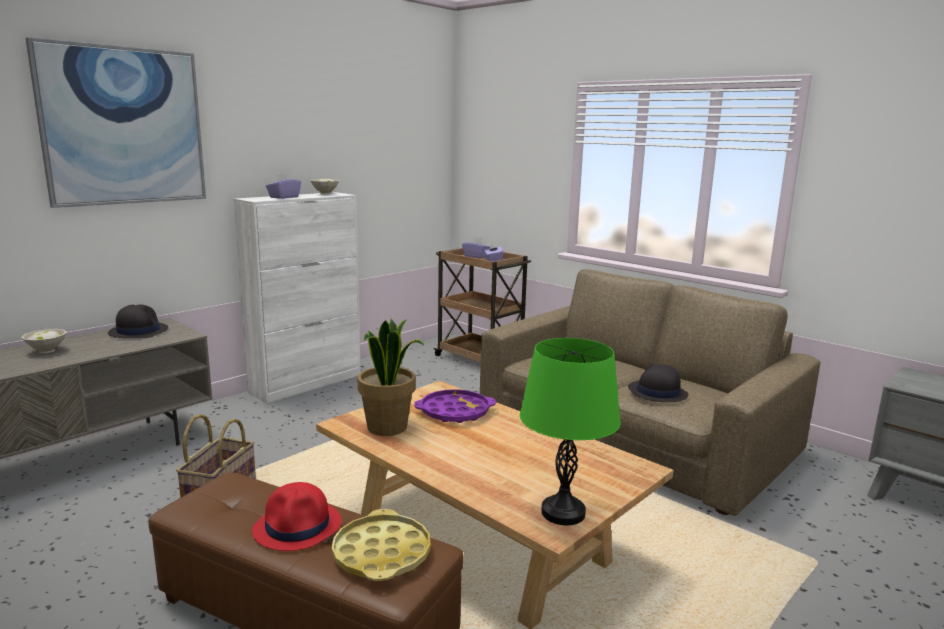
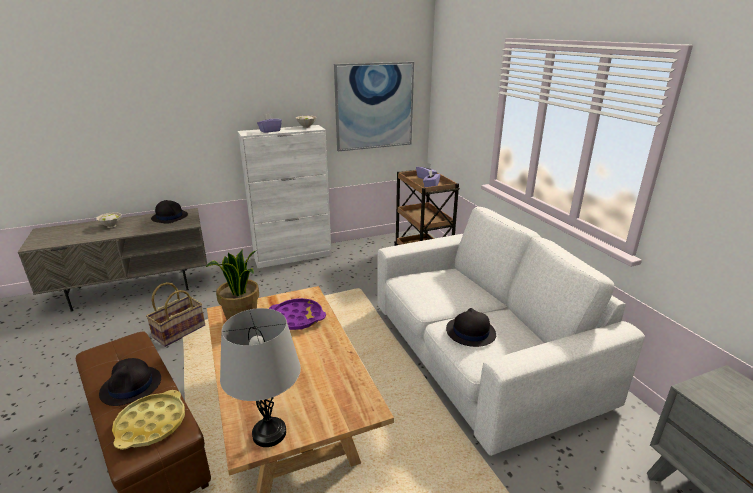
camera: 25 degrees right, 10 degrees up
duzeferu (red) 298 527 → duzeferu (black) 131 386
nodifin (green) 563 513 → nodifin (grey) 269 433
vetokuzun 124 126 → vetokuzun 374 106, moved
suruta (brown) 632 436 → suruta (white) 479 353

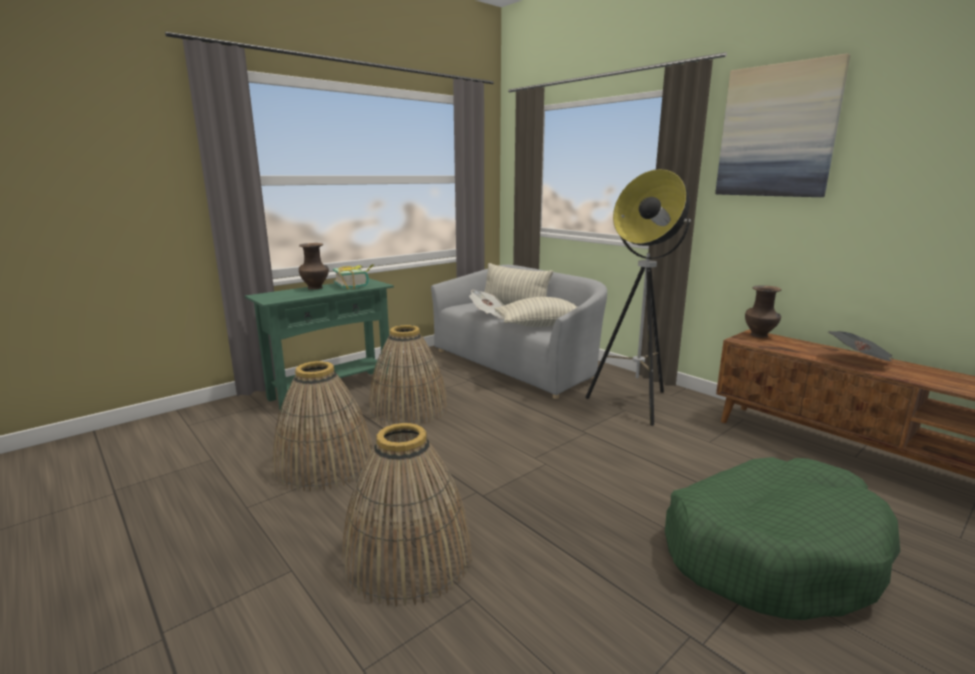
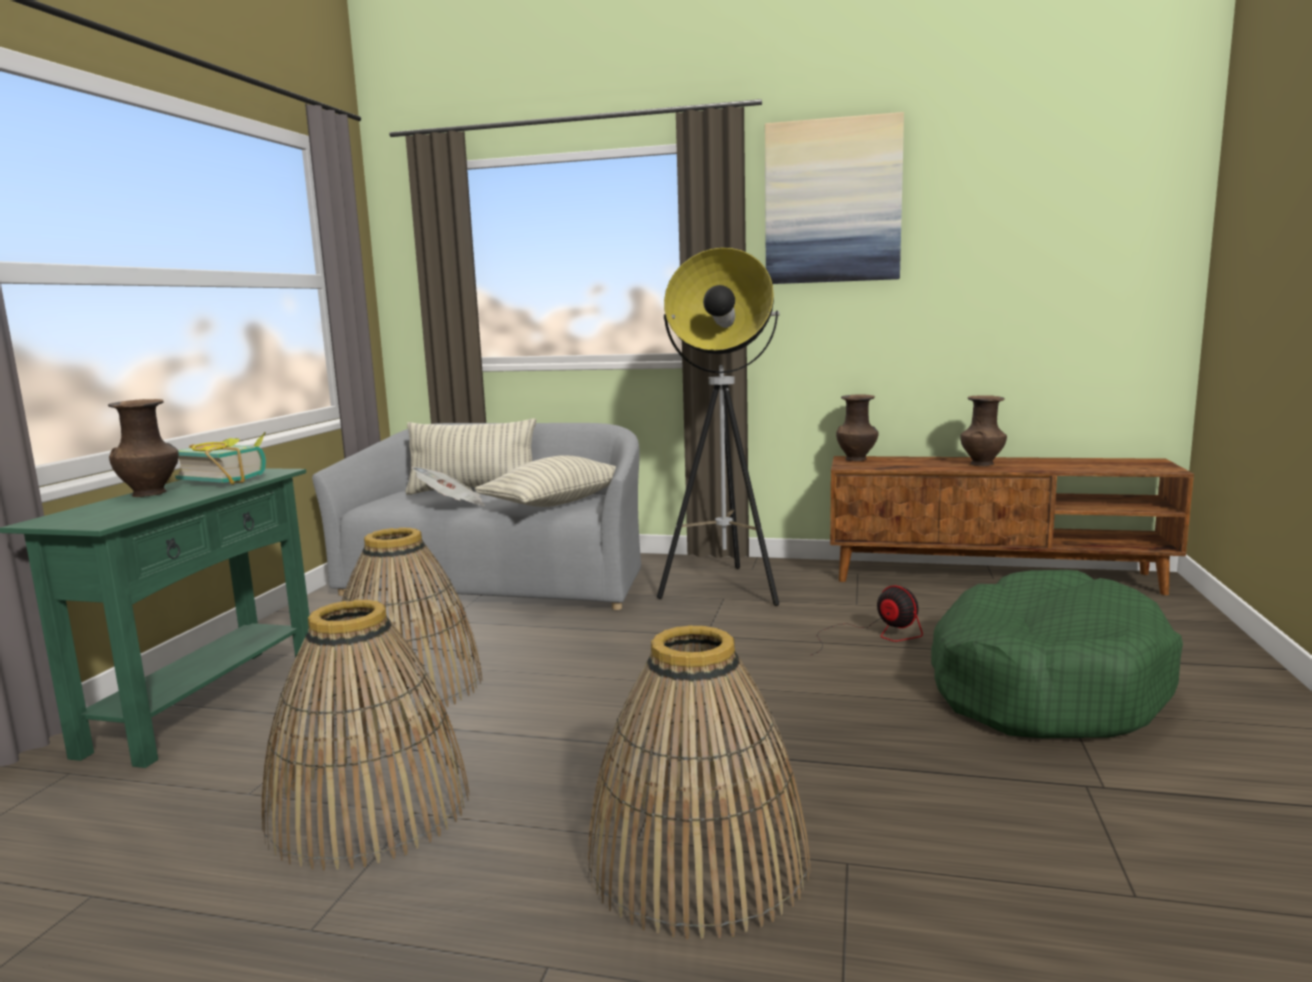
camera: 35 degrees left, 5 degrees down
- → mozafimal 873 635
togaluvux 860 361 → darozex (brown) 982 464

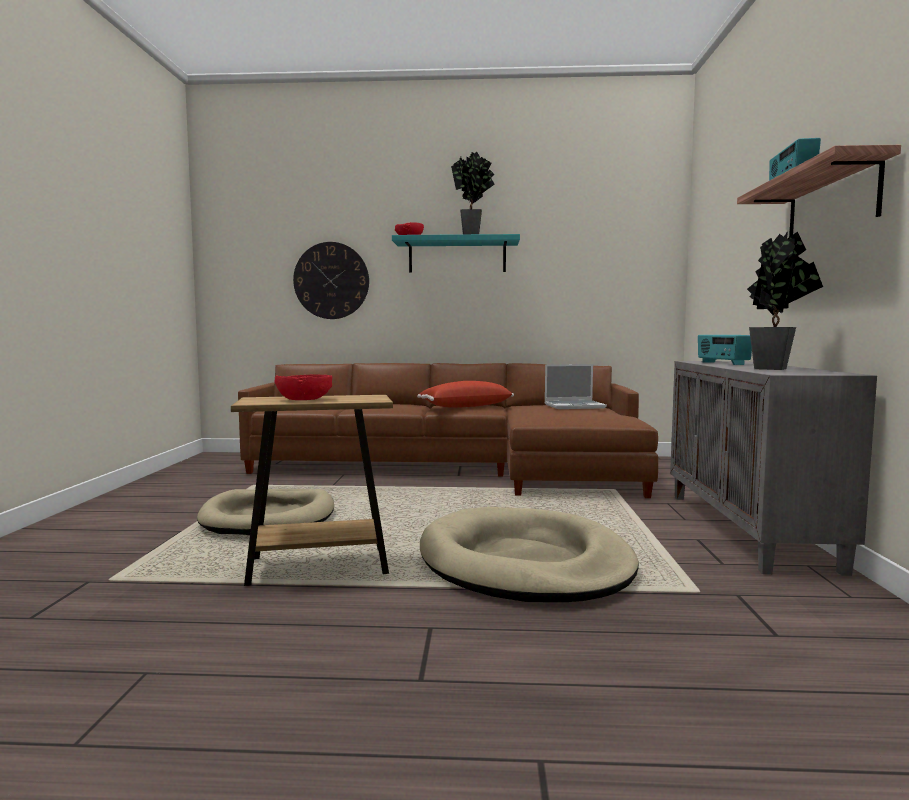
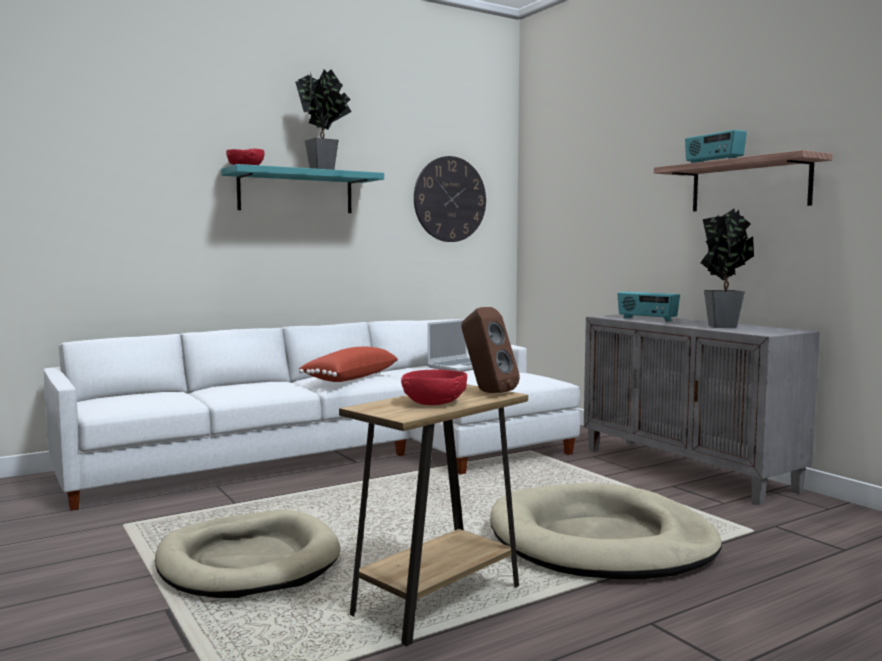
camera: 35 degrees left, 0 degrees up
suruta (brown) 460 469 → suruta (white) 342 454
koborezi 331 280 → koborezi 450 199, moved
- → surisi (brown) 486 392

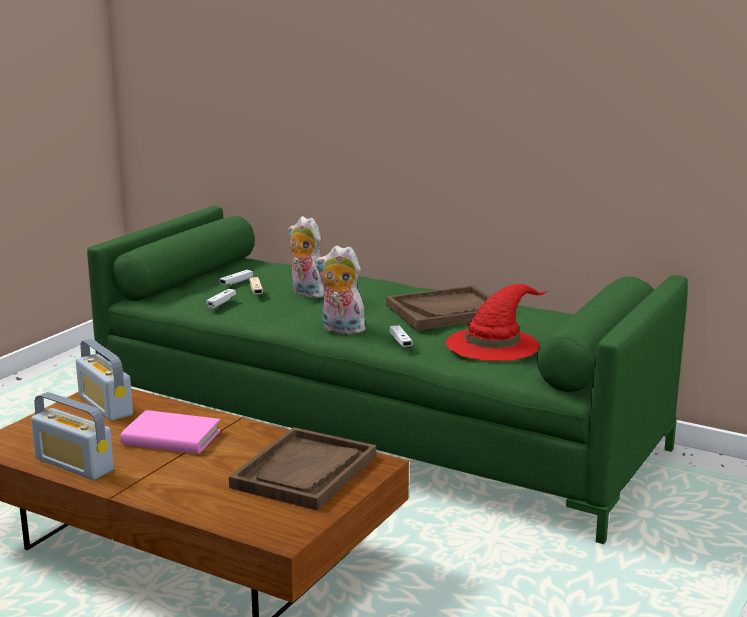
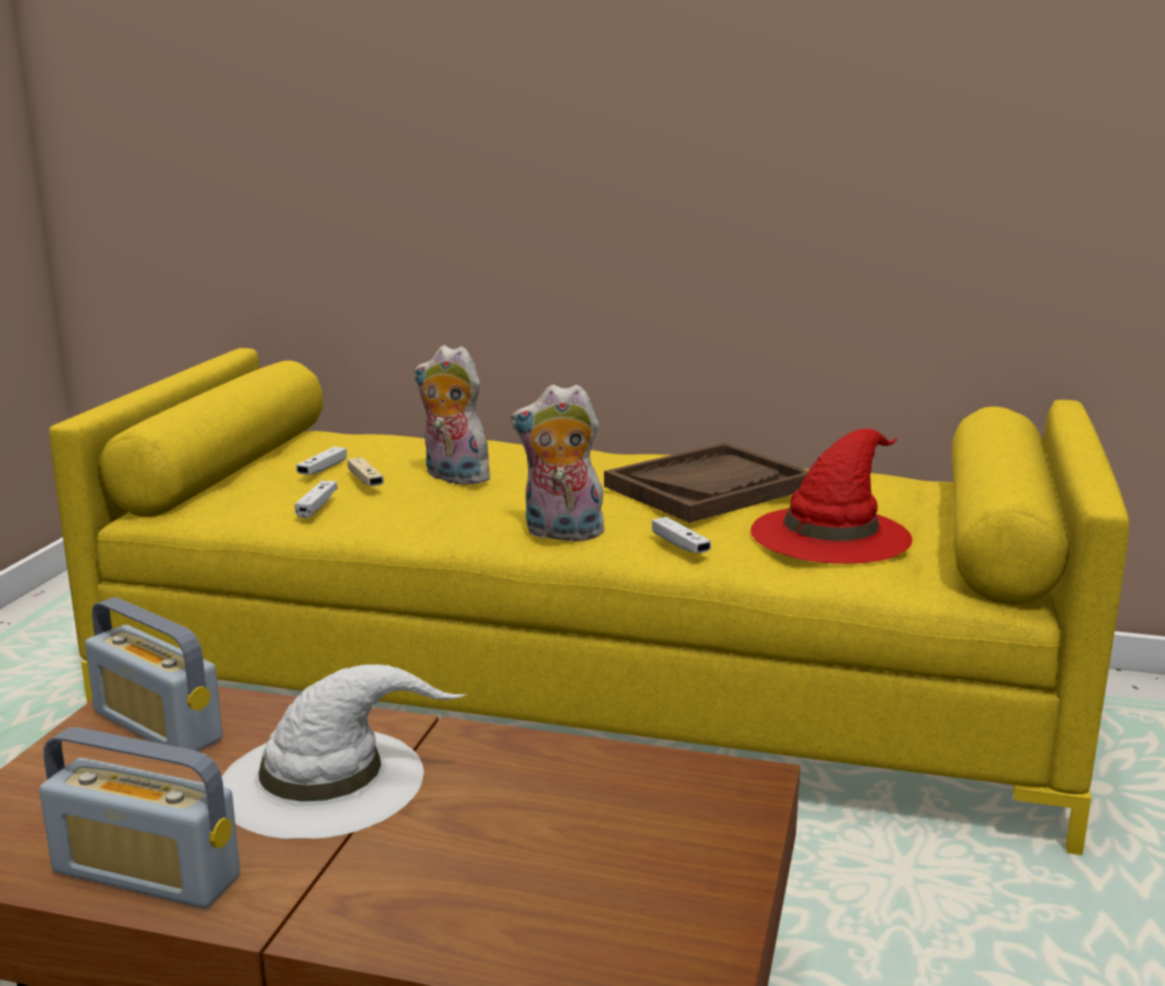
camera: 15 degrees left, 0 degrees up
suruta (green) 374 427 → suruta (yellow) 584 690
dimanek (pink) 171 438 → duzeferu (white) 325 780
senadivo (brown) 304 472 → -

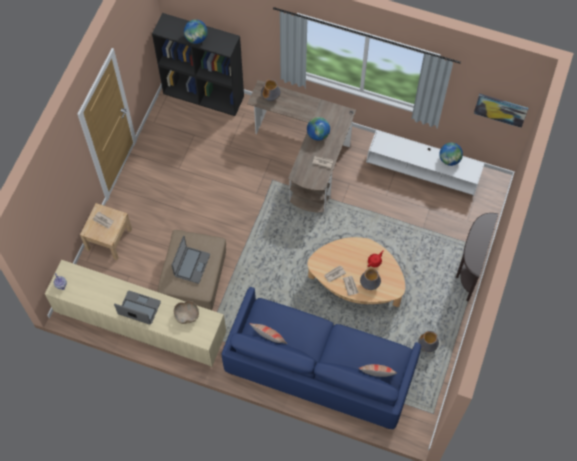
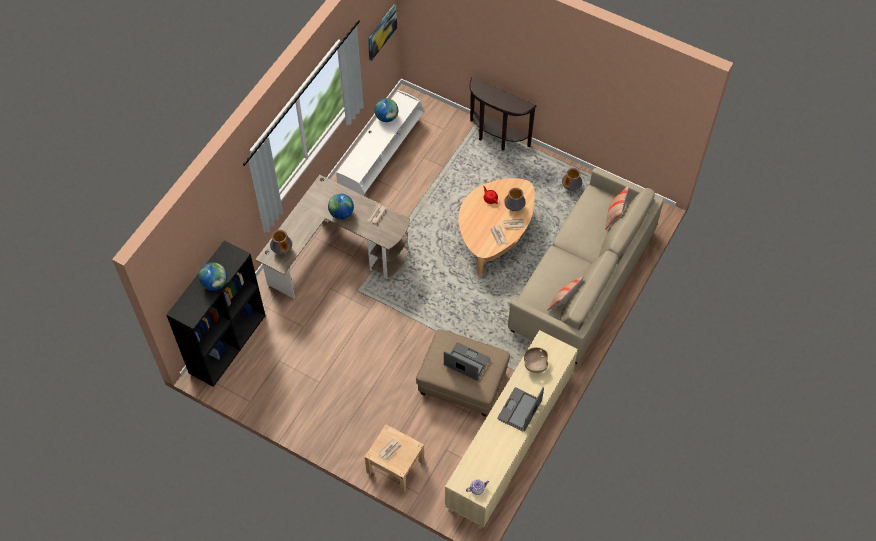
camera: 80 degrees left, 5 degrees down
suruta (blue) 319 369 → suruta (beige) 583 281

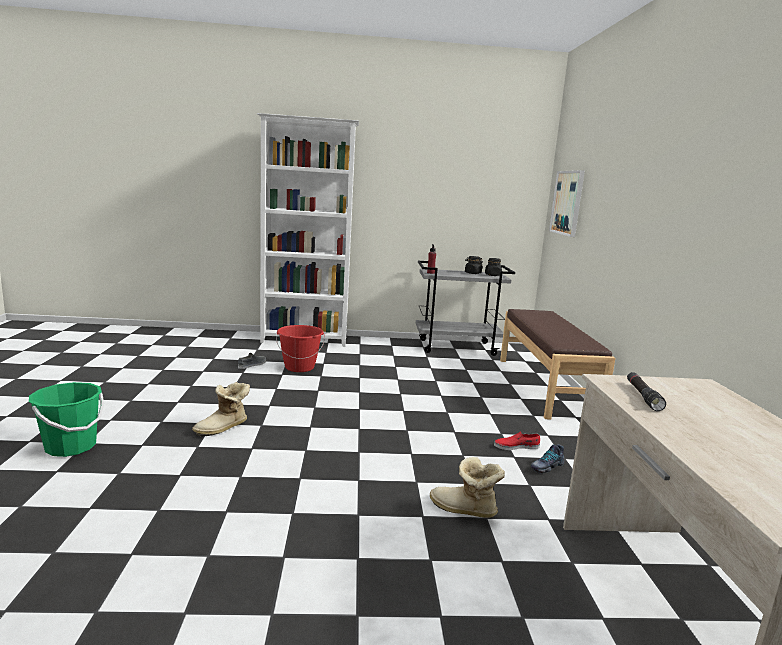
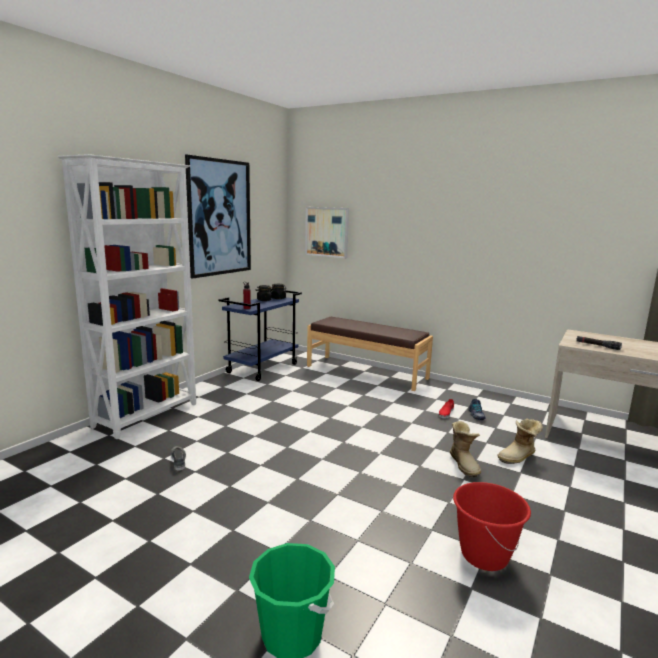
camera: 55 degrees left, 0 degrees up
- → vetokuzun 219 217
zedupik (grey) 457 347 → zedupik (blue) 262 368
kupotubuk 223 428 → kupotubuk 464 464, moved
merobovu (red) 299 367 → merobovu (red) 484 555, moved

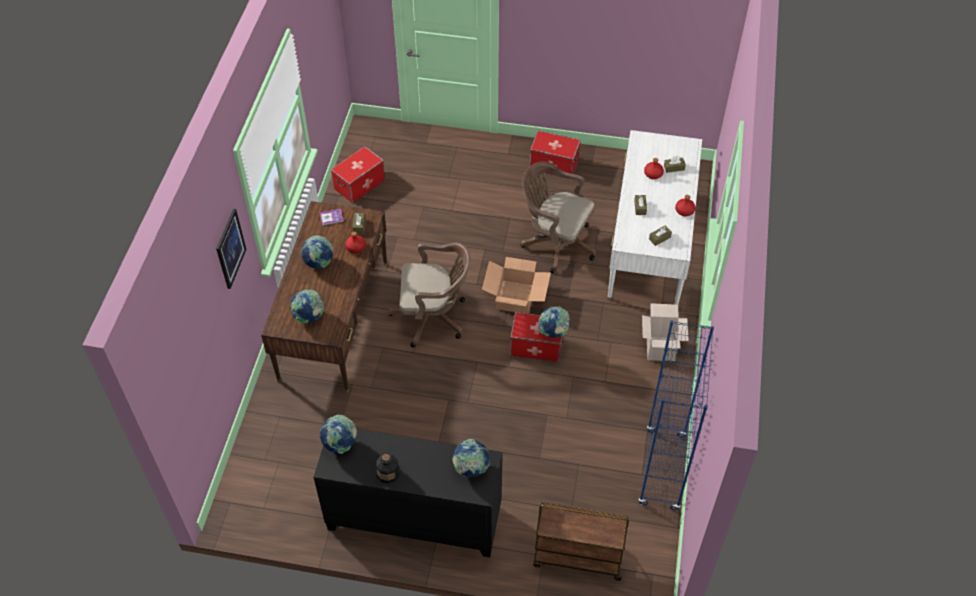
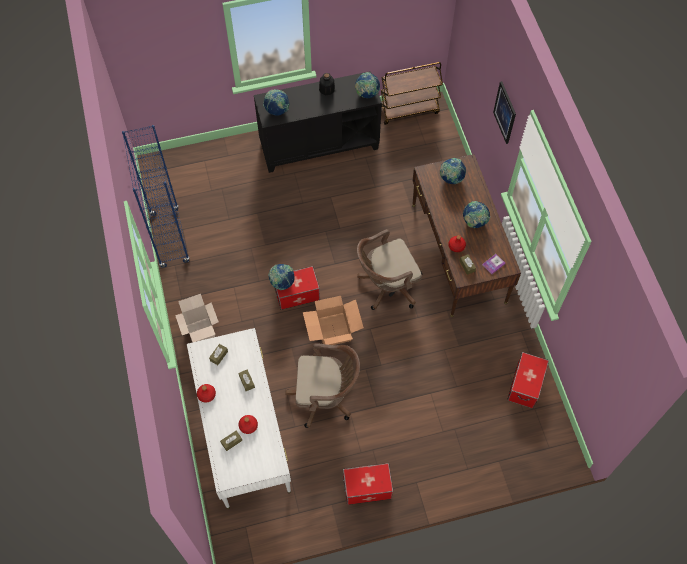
camera: 155 degrees right, 10 degrees up
zedupik (brown) 577 557 → zedupik (brown) 409 109, moved

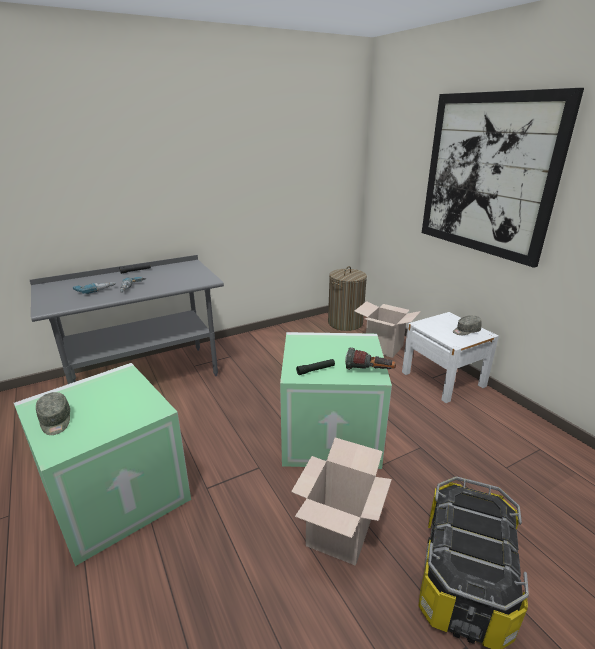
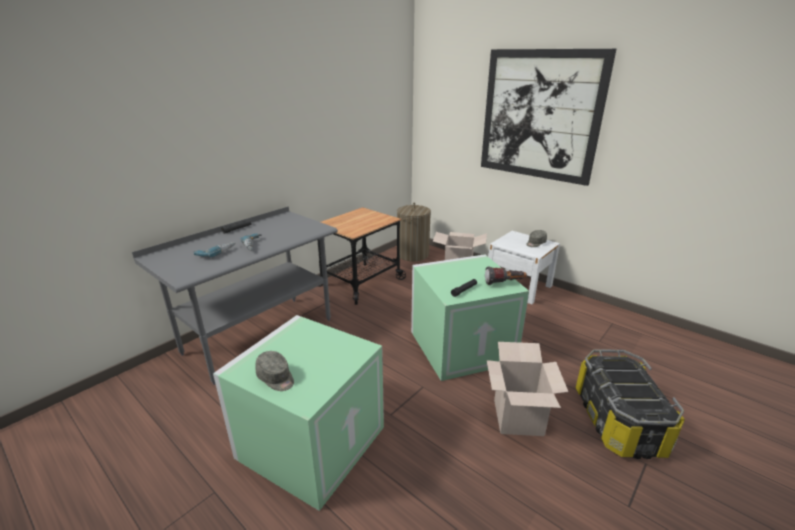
camera: 20 degrees left, 0 degrees up
- → zedupik 360 282

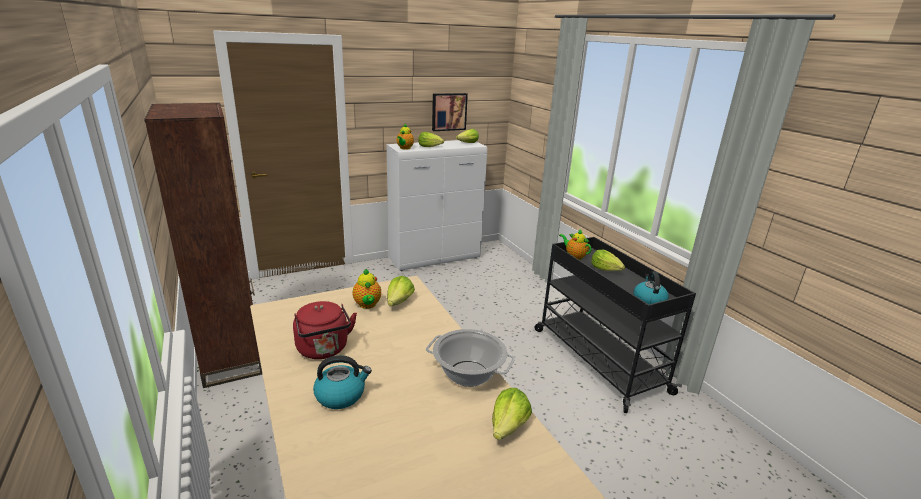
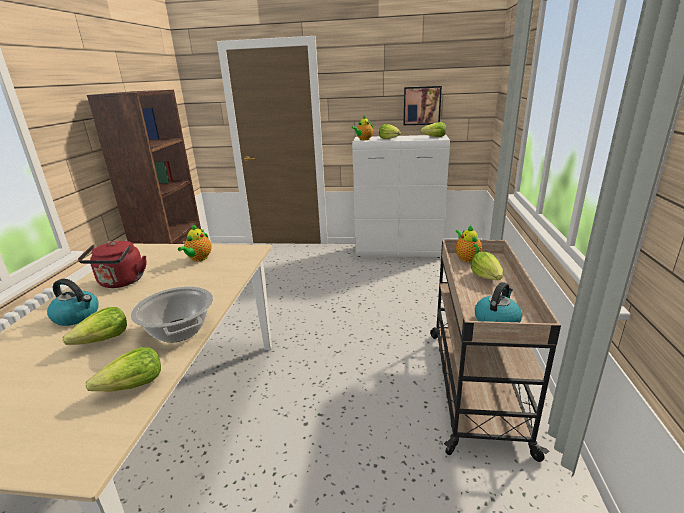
camera: 35 degrees right, 0 degrees up
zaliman 399 302 → zaliman 103 340, moved
zedupik (black) 597 359 → zedupik (beige) 474 385

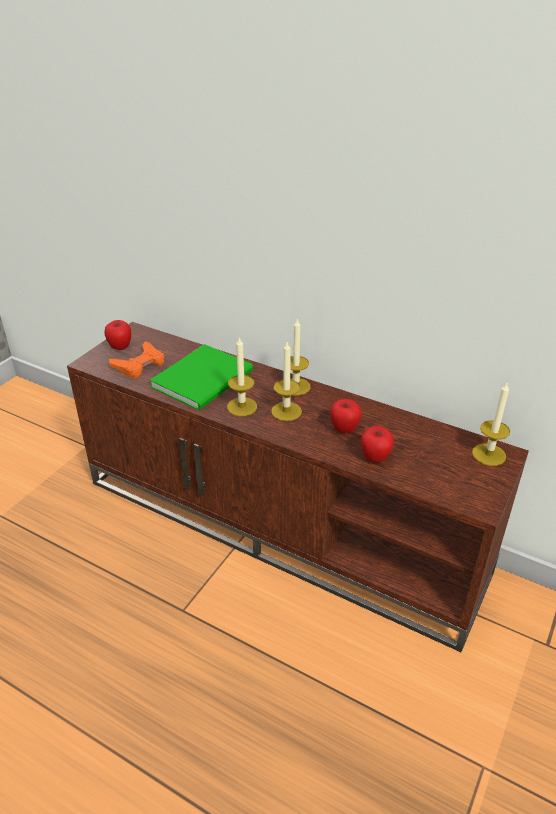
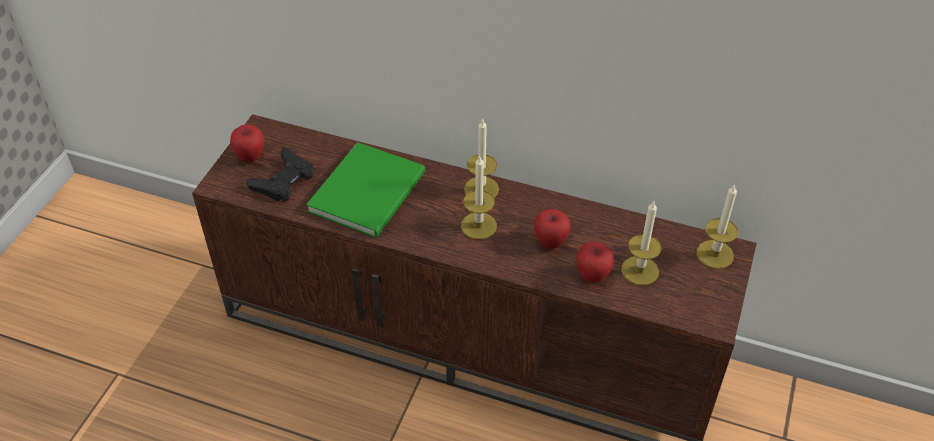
camera: 10 degrees left, 10 degrees up
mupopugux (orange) 139 365 → mupopugux (black) 283 180
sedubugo 242 406 → sedubugo 640 270, moved

